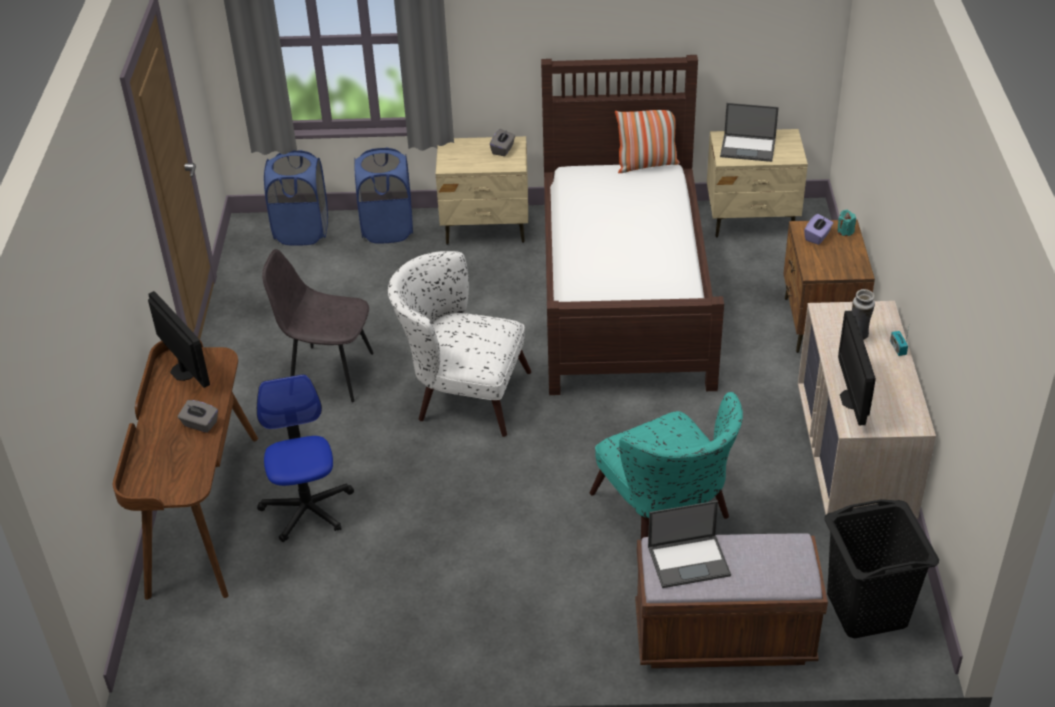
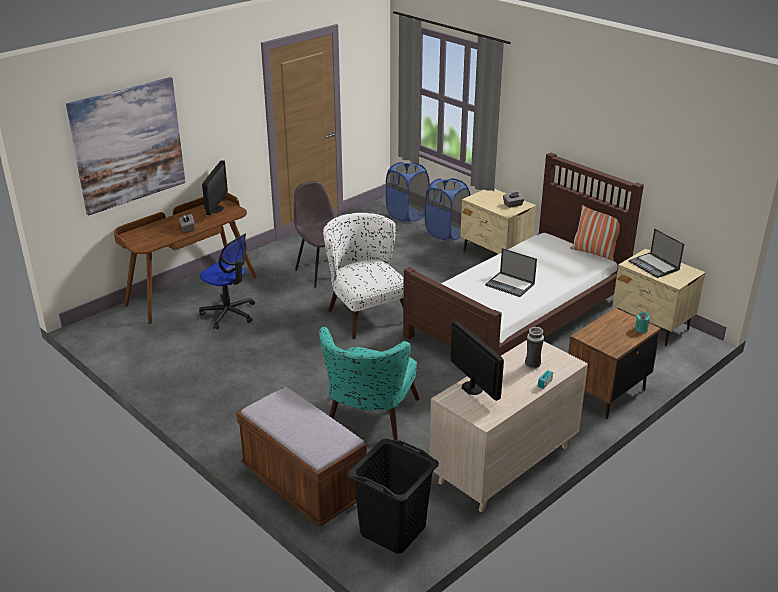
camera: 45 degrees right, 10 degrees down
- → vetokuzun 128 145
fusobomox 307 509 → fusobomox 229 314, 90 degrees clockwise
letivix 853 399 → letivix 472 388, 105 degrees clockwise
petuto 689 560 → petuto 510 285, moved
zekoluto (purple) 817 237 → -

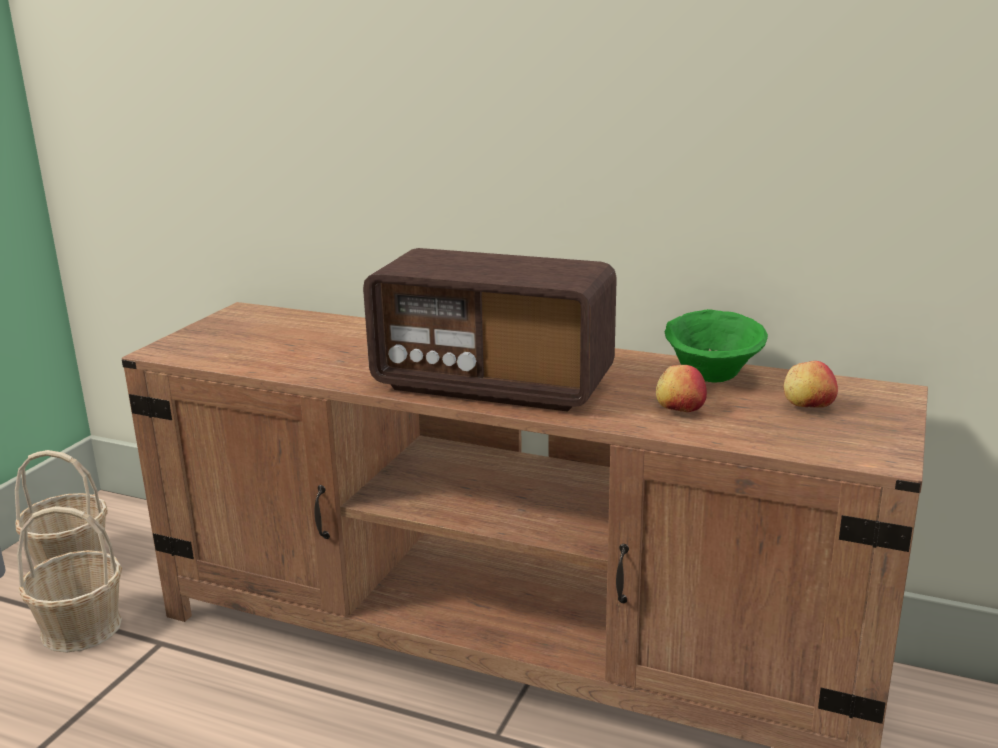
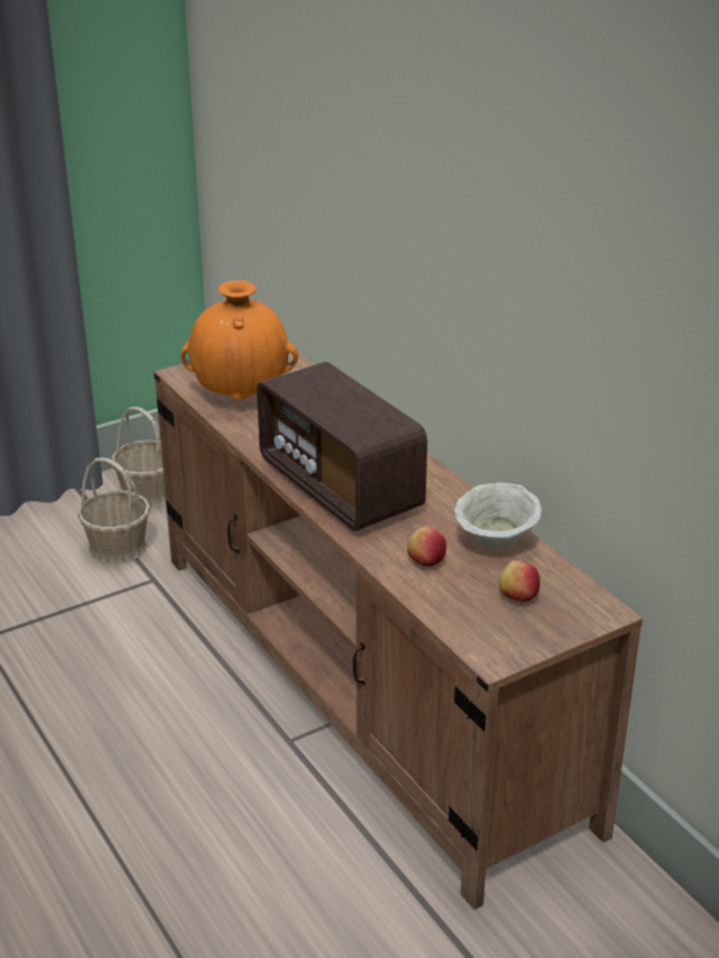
camera: 35 degrees right, 10 degrees up
- → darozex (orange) 242 396
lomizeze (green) 713 376 → lomizeze (beige) 497 542

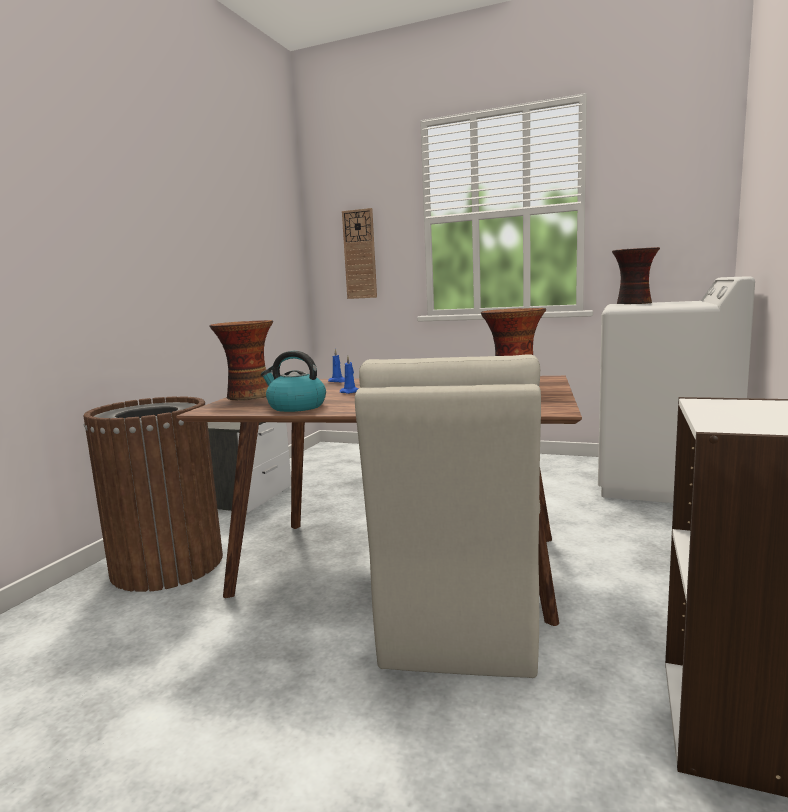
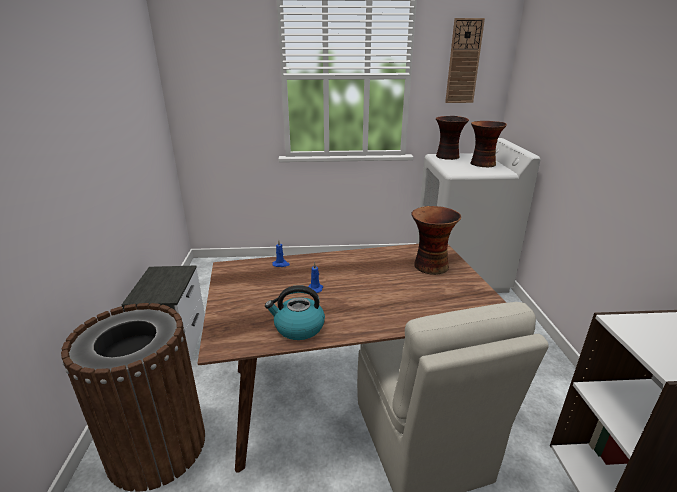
camera: 25 degrees left, 15 degrees up
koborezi 360 254 → koborezi 463 62, moved
darozex 248 396 → darozex 482 164, moved

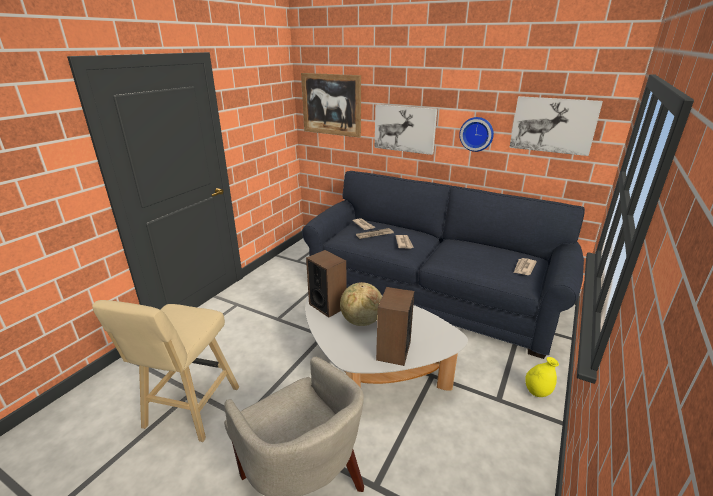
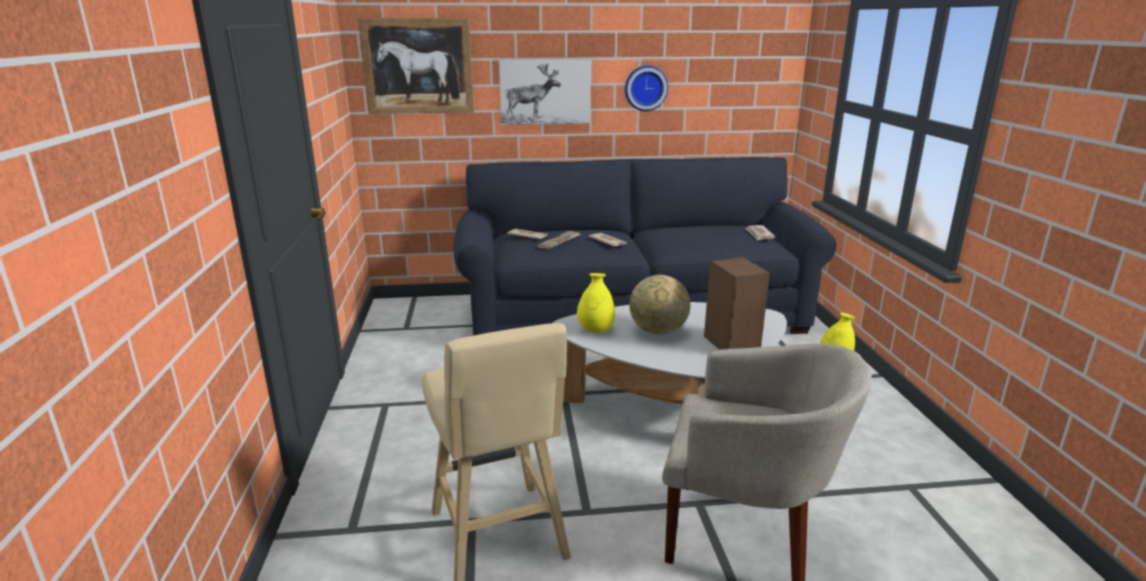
camera: 35 degrees left, 5 degrees down
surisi 327 305 → darozex (yellow) 595 330
vetokuzun 553 125 → -

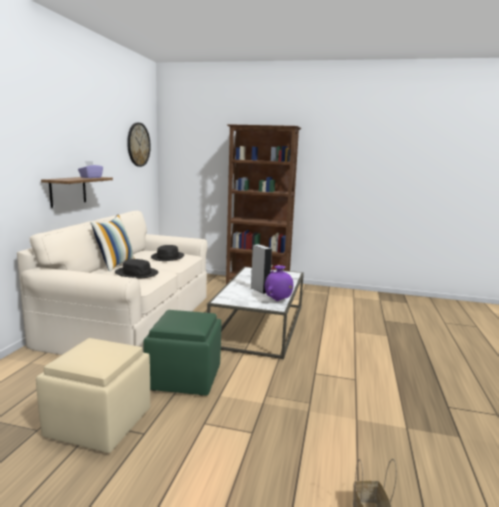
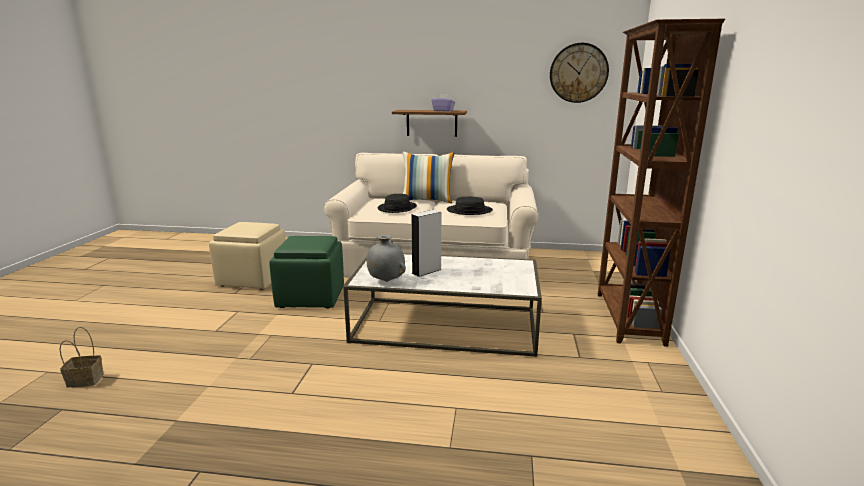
camera: 85 degrees right, 5 degrees up
darozex (purple) 278 301 → darozex (grey) 386 281

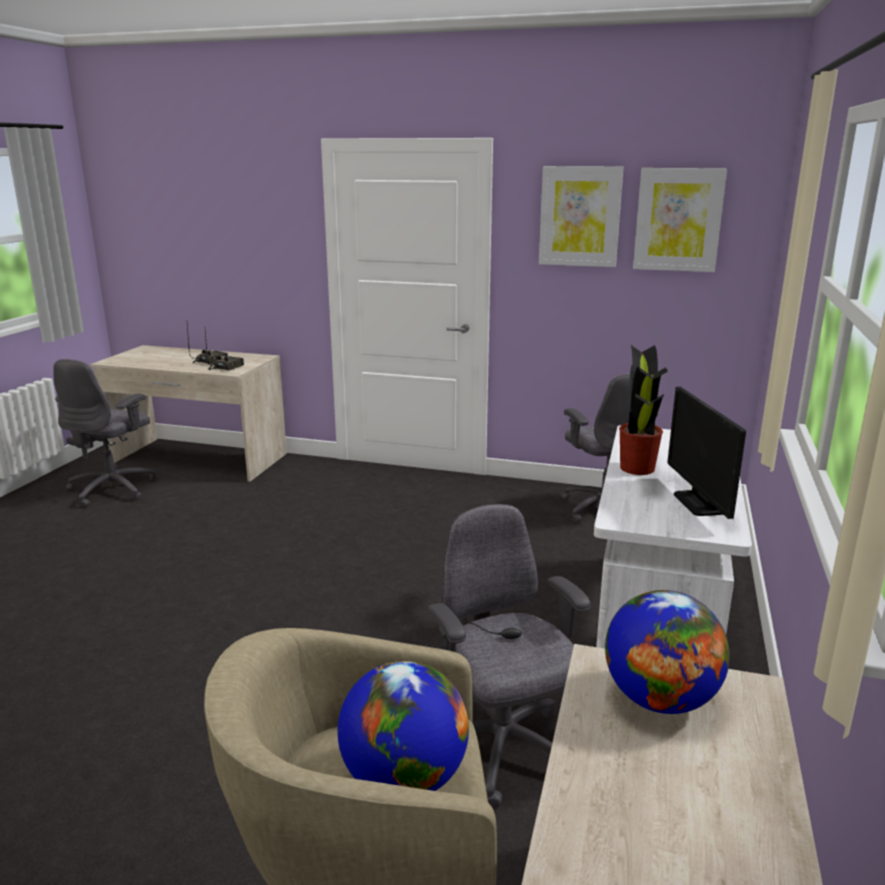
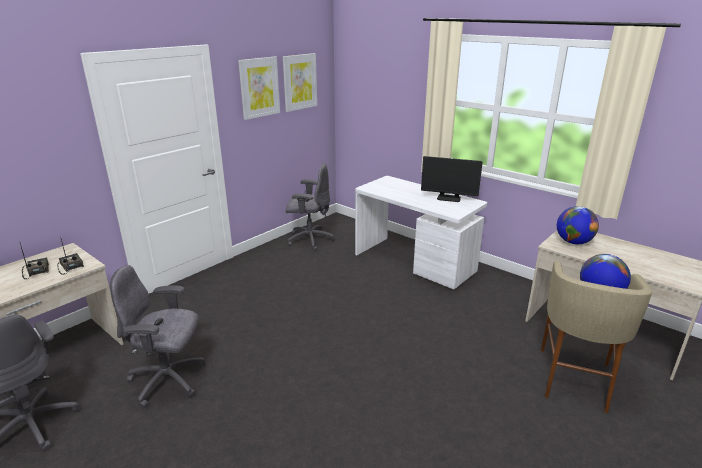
camera: 65 degrees left, 5 degrees up
fusobomox (grey) 502 750 → fusobomox (grey) 168 380, moved
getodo 637 467 → -

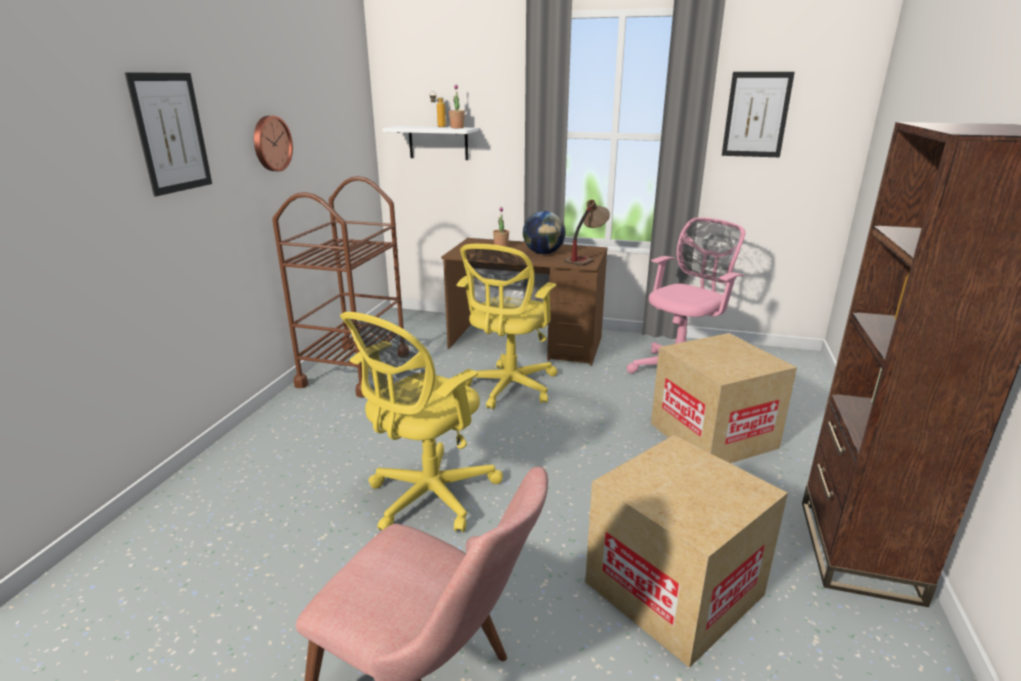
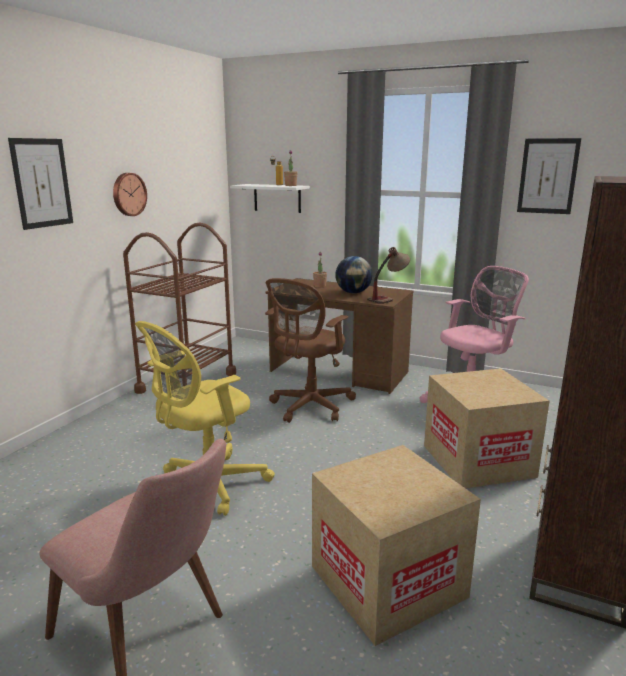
camera: 10 degrees right, 5 degrees down
fusobomox (yellow) 509 388 → fusobomox (brown) 309 407

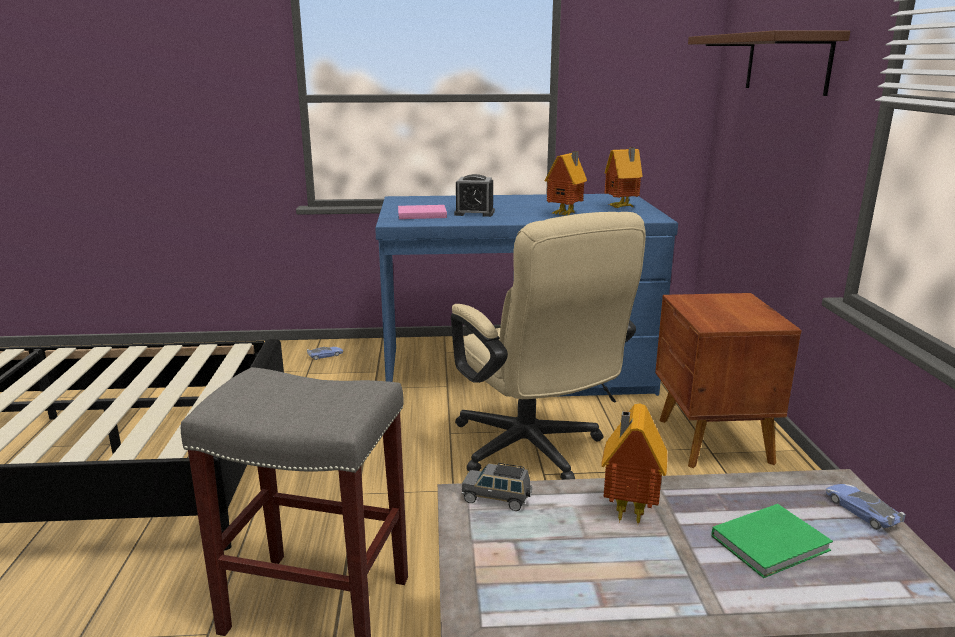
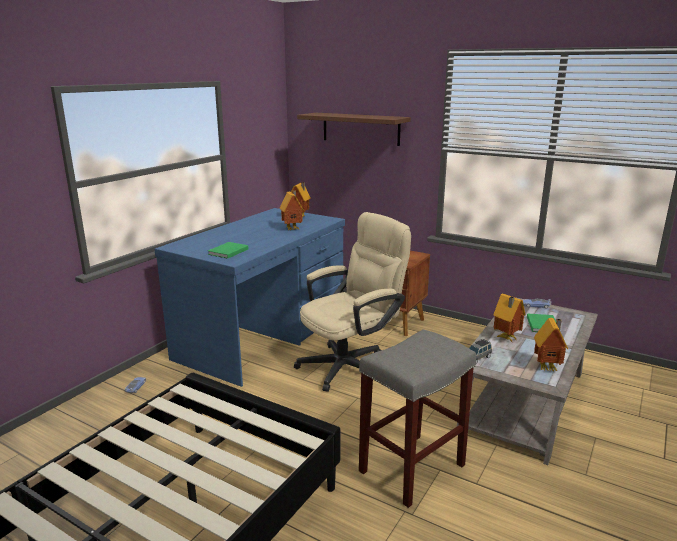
camera: 55 degrees left, 0 degrees up
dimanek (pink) 420 214 → dimanek (green) 227 252
fusobomox (beige) 534 452 → fusobomox (beige) 351 364, 45 degrees counterclockwise
- → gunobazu 548 368
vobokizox 474 213 → -

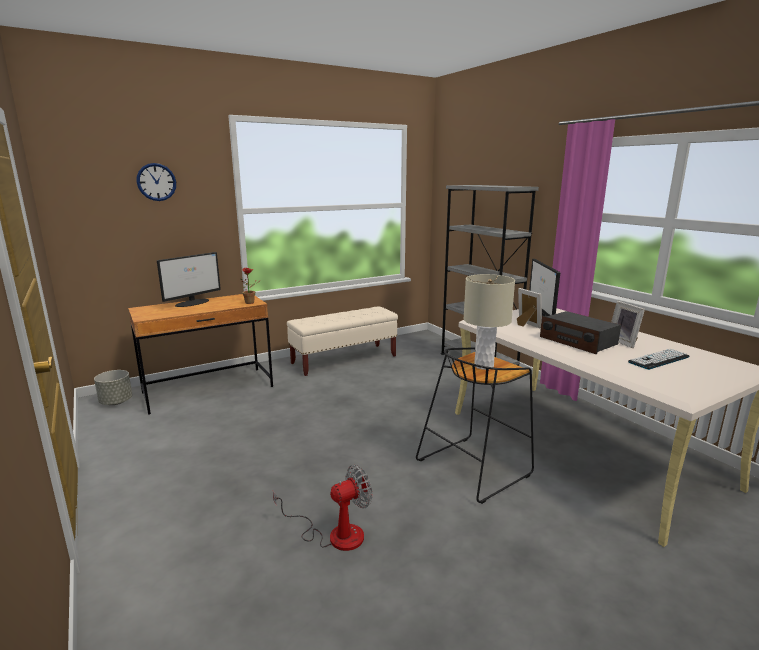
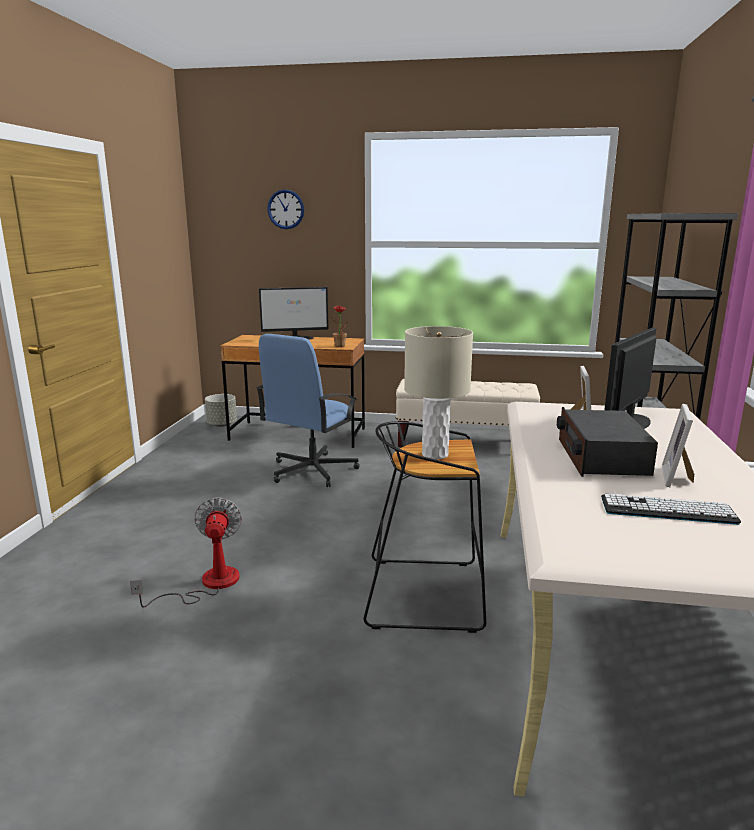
camera: 40 degrees right, 0 degrees up
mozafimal 334 534 → mozafimal 207 584, 105 degrees counterclockwise
- → fusobomox (blue) 311 471

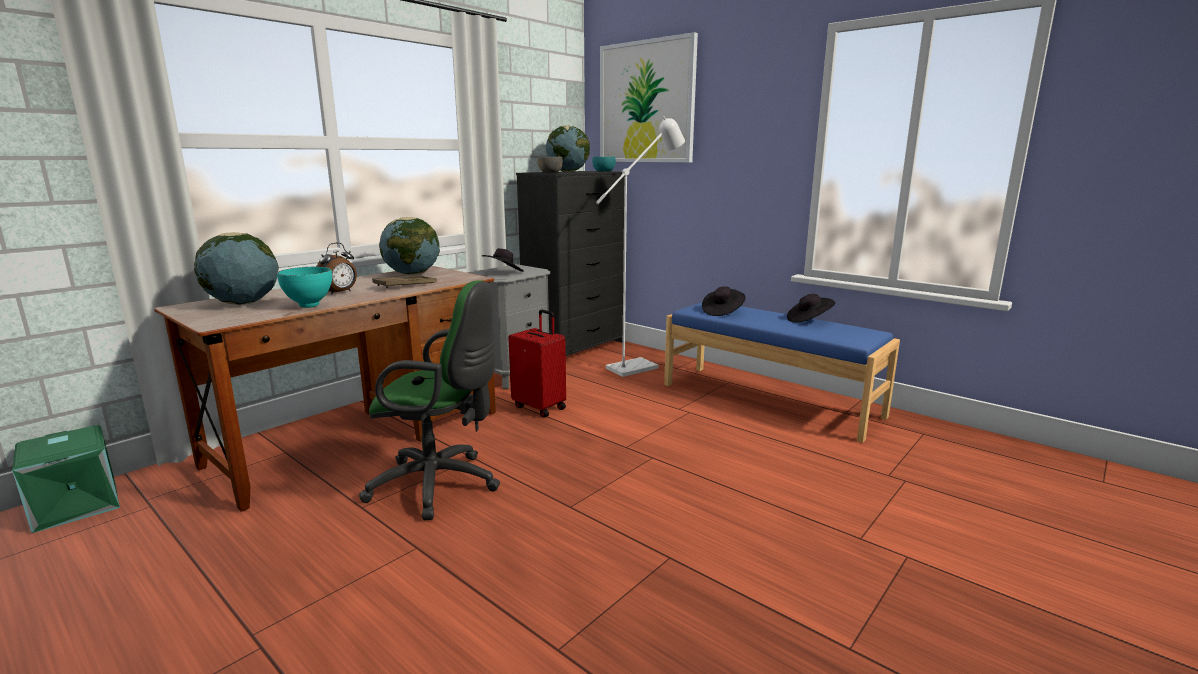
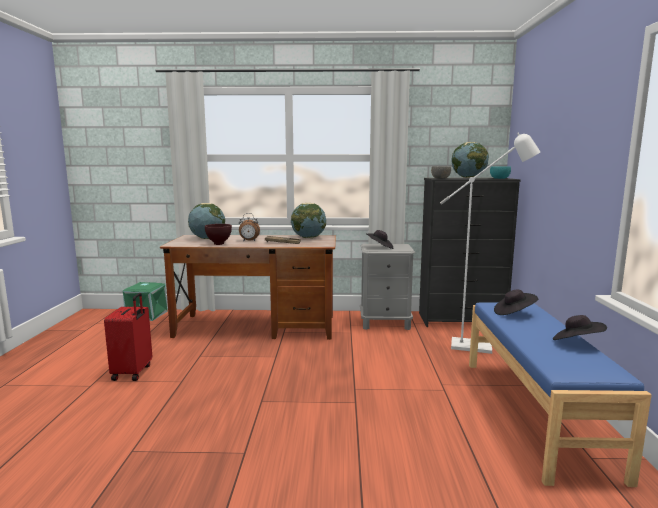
camera: 50 degrees right, 5 degrees down
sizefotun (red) 540 407 → sizefotun (red) 133 372, moved
lomizeze (turquoise) 309 306 → lomizeze (brown) 218 244
fusobomox (green) 441 485 → -
vetokuzun 646 102 → -

